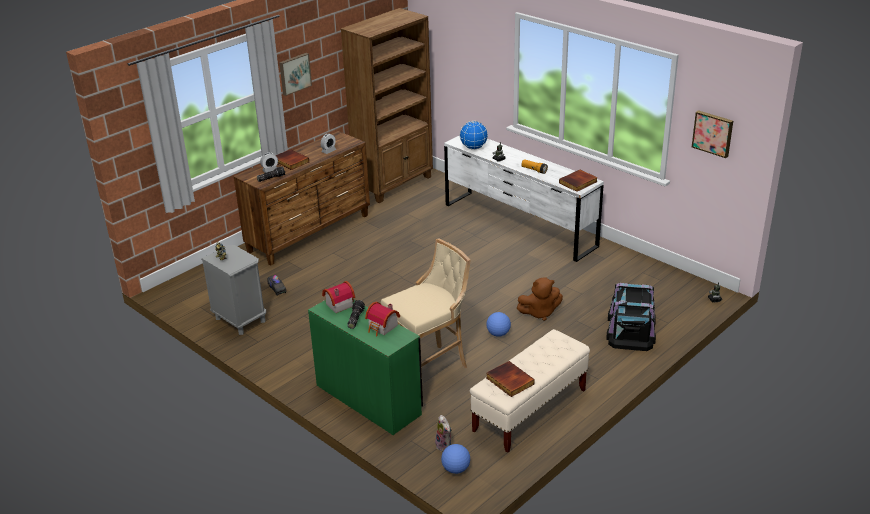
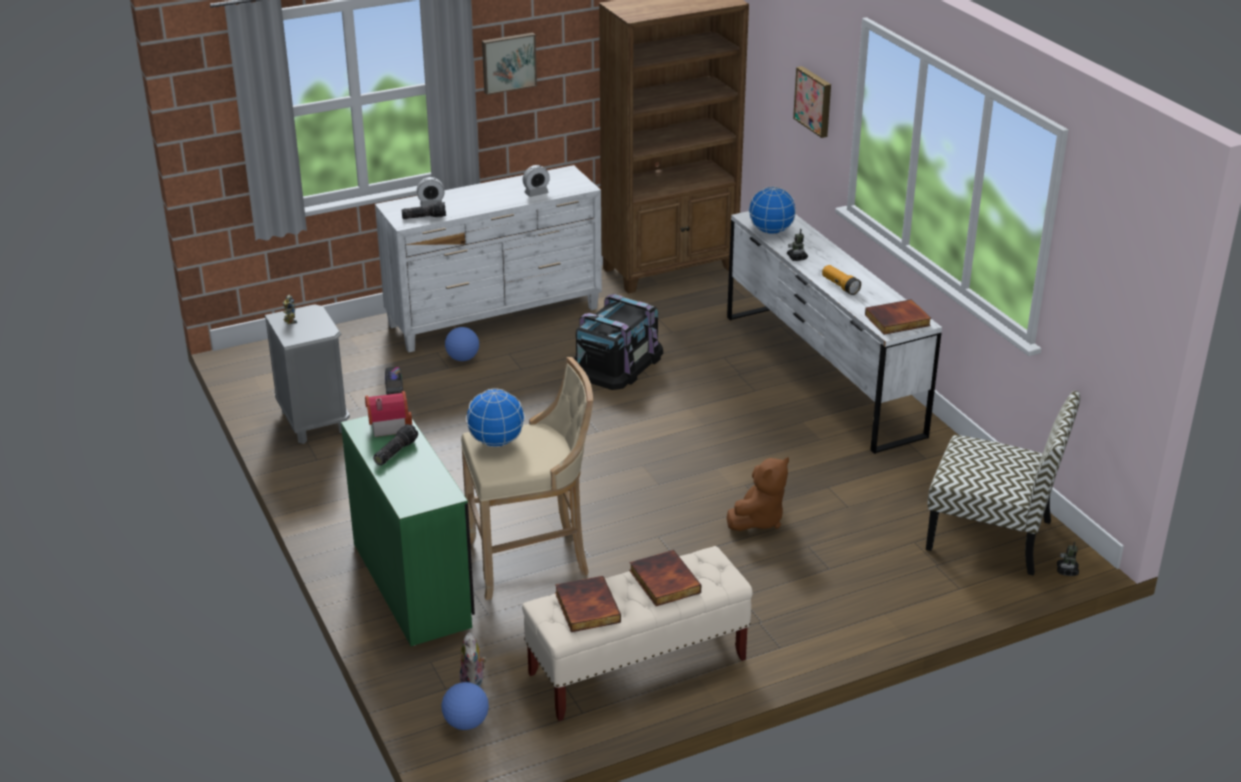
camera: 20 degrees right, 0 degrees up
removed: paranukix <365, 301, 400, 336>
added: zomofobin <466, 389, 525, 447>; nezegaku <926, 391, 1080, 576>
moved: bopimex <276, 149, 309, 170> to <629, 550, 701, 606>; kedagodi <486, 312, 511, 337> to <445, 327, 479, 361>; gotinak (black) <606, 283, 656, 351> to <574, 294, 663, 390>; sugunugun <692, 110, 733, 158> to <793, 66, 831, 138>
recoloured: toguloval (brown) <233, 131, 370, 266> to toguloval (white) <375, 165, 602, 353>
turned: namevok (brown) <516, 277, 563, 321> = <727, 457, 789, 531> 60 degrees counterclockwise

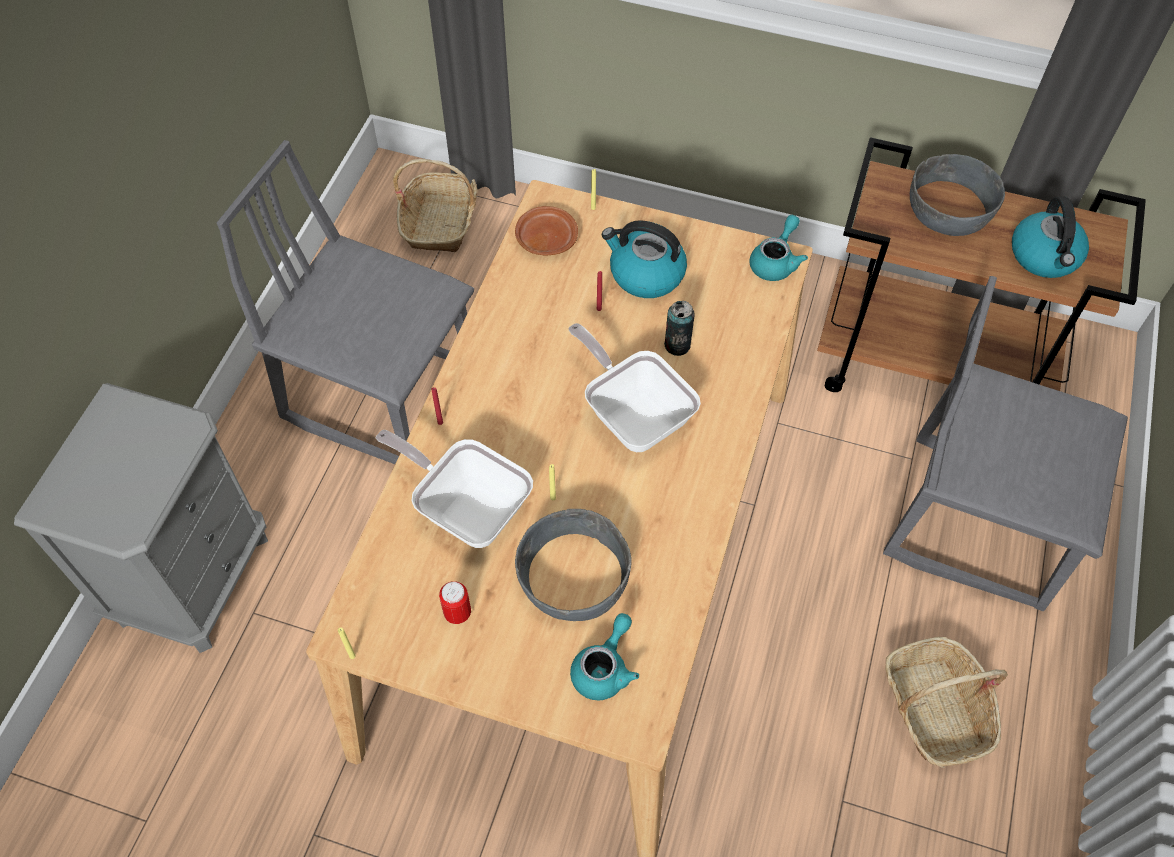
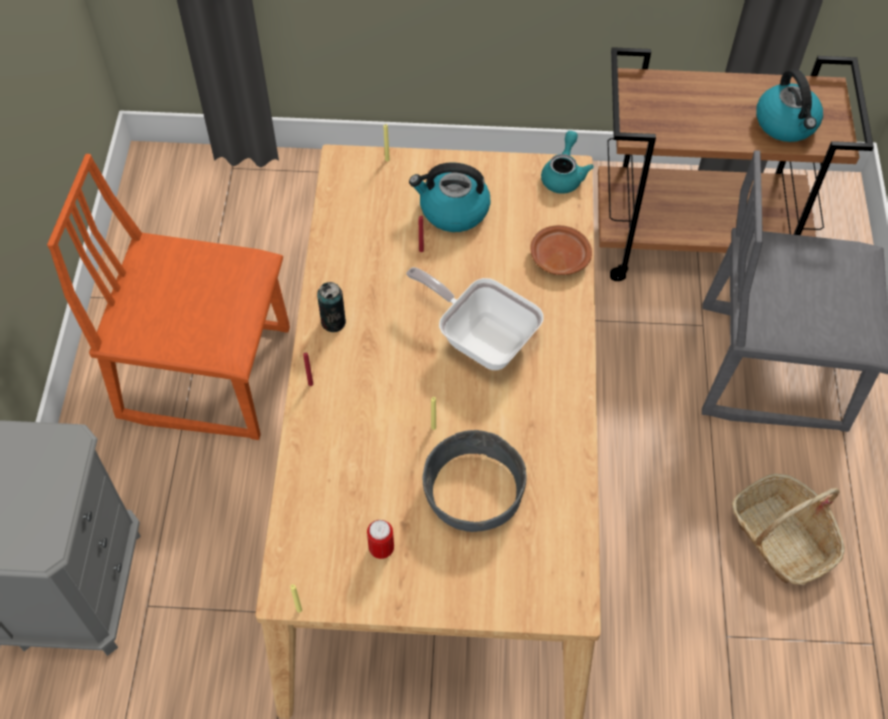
camera: 15 degrees left, 0 degrees up
removed: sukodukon <376, 430, 533, 548>; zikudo <393, 159, 478, 252>; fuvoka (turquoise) <570, 613, 639, 700>; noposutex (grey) <910, 154, 1005, 236>
moved: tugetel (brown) <515, 206, 578, 255> to <531, 225, 592, 275>; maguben <664, 301, 695, 356> to <317, 282, 346, 332>
recoloured: nezegaku (grey) <217, 140, 474, 464> to nezegaku (orange) <47, 154, 290, 440>

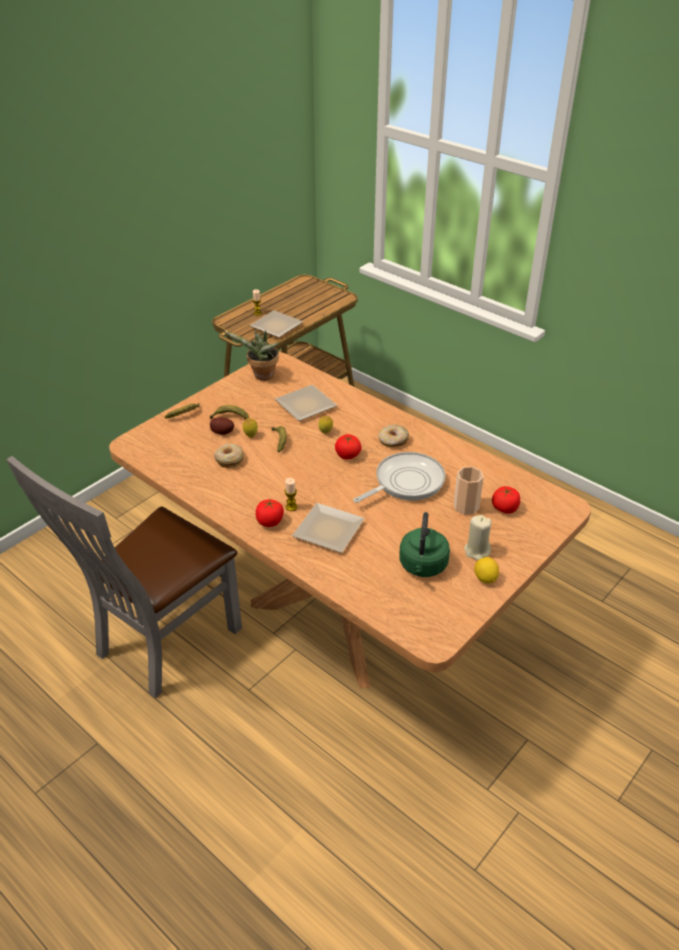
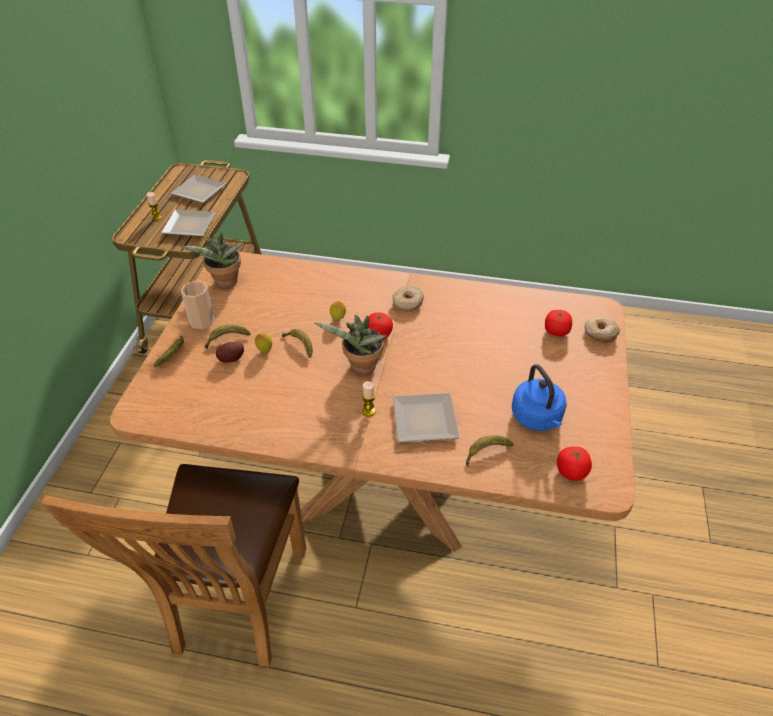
camera: 30 degrees left, 5 degrees up
removed: sukodukon <353, 452, 445, 503>; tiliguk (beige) <464, 515, 491, 561>; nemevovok <474, 557, 499, 584>
added: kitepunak <314, 315, 387, 374>; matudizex <466, 435, 513, 466>
moved: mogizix <214, 444, 244, 468> to <584, 316, 620, 344>; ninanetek <256, 499, 284, 527> to <557, 447, 592, 481>; tugetel <275, 385, 337, 421> to <170, 175, 227, 203>; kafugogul <454, 466, 484, 515> to <181, 281, 215, 329>
recoloured: nezegaku (grey) <6, 456, 242, 698> to nezegaku (brown) <41, 464, 306, 667>; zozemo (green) <399, 512, 450, 577> to zozemo (blue) <512, 364, 567, 431>

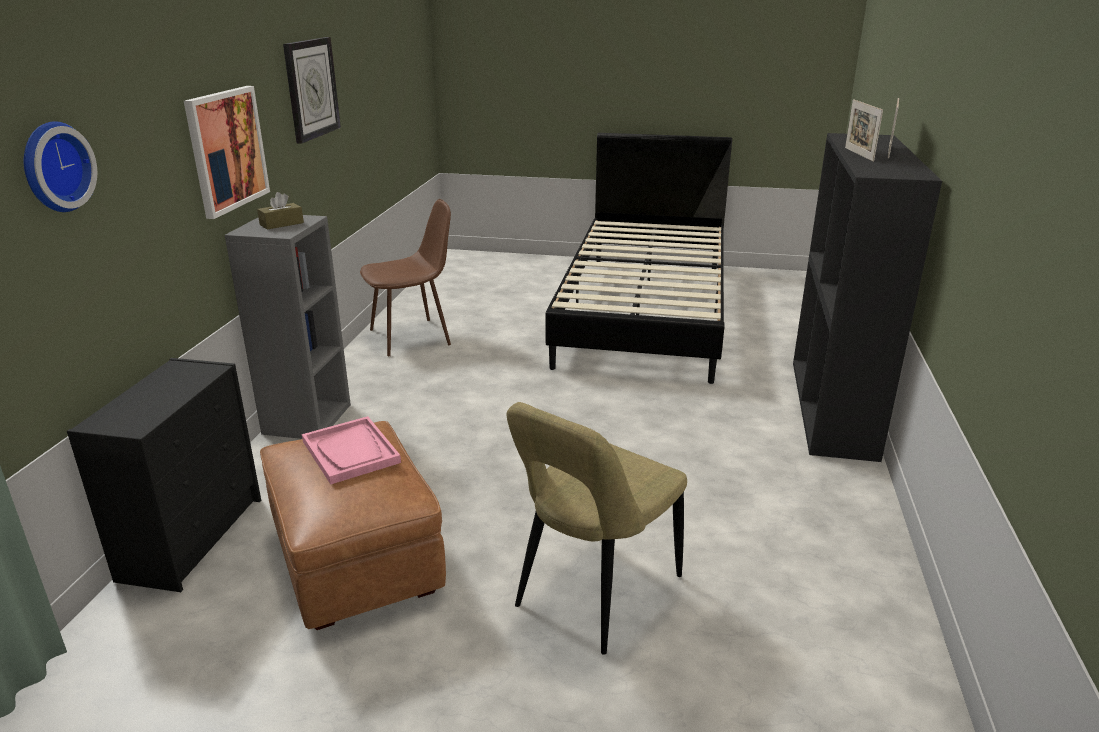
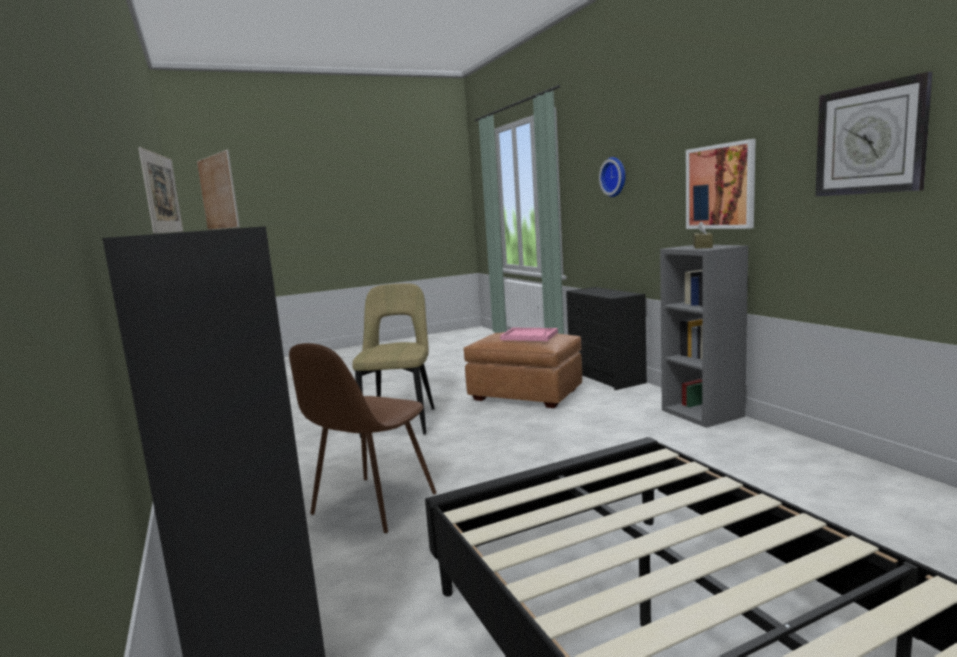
camera: 145 degrees right, 15 degrees down
moved: nezegaku (brown) <360, 199, 451, 356> to <289, 343, 436, 533>

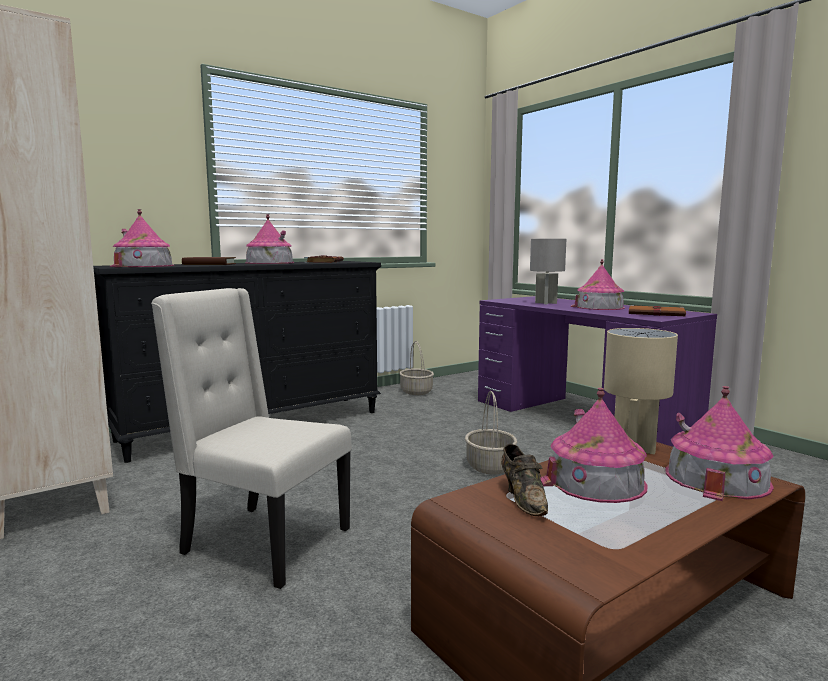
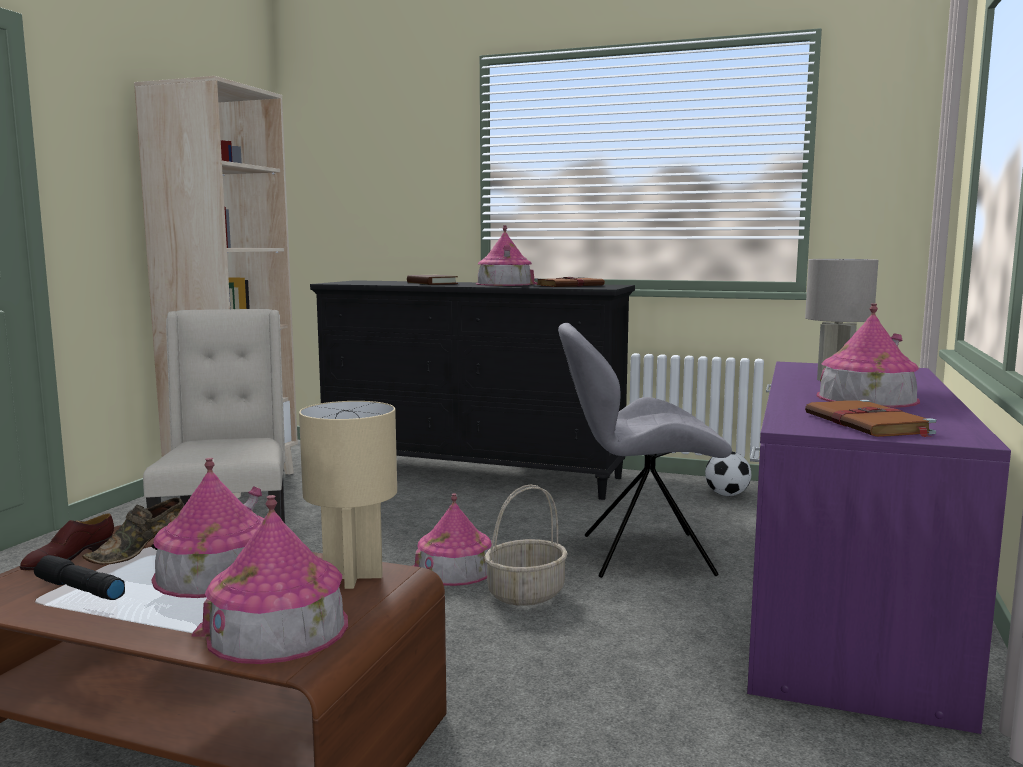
camera: 55 degrees right, 0 degrees up
added: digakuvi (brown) <19, 513, 114, 570>; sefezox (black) <34, 555, 125, 600>; nezegaku (grey) <558, 323, 732, 578>
moved: paranukix <110, 209, 174, 267> to <413, 493, 491, 586>
replaced: zikudo <399, 341, 434, 395> to kedagodi <705, 451, 751, 496>

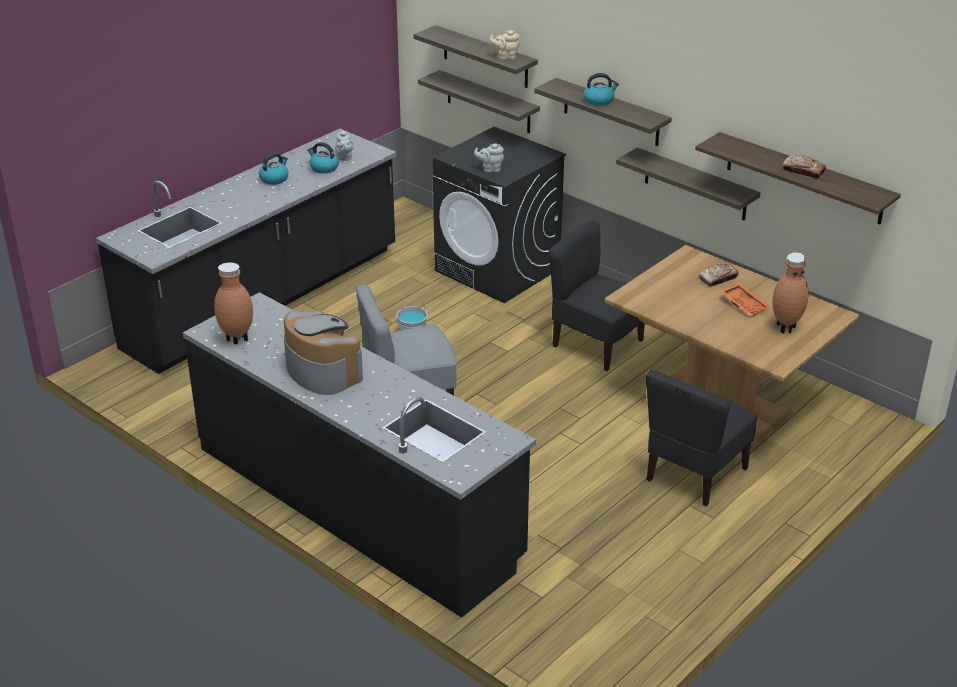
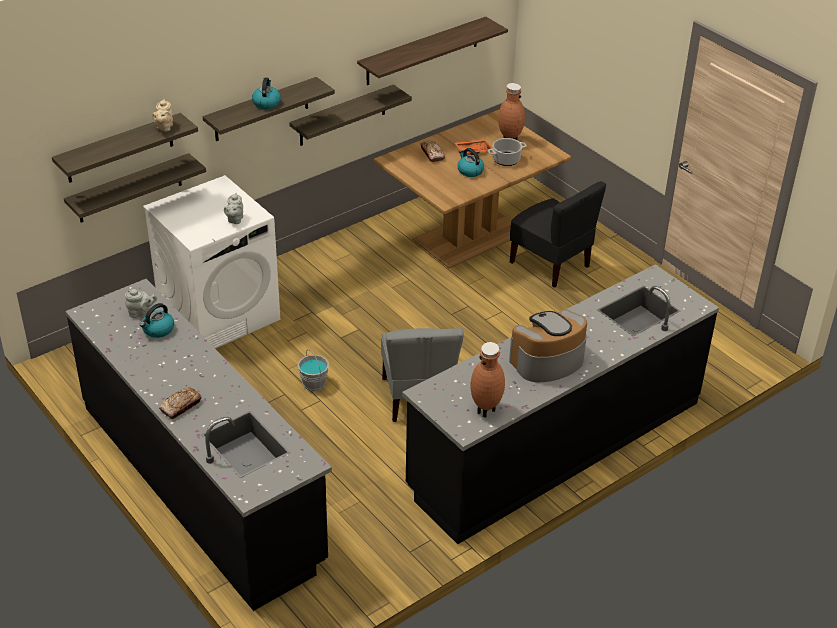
camera: 80 degrees left, 5 degrees up
removed: nezegaku (black) <549, 220, 645, 371>
added: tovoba <488, 138, 527, 166>
moved: zozemo <259, 153, 289, 185> to <457, 148, 484, 177>; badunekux <782, 155, 826, 179> to <159, 387, 202, 419>
recoloured: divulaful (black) <432, 127, 566, 303> to divulaful (white) <143, 175, 280, 349>

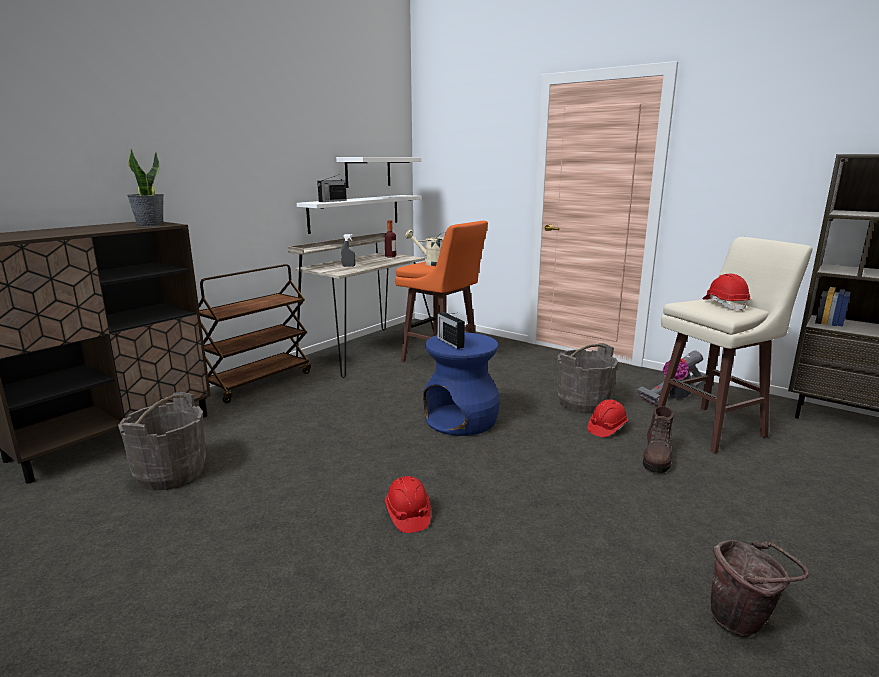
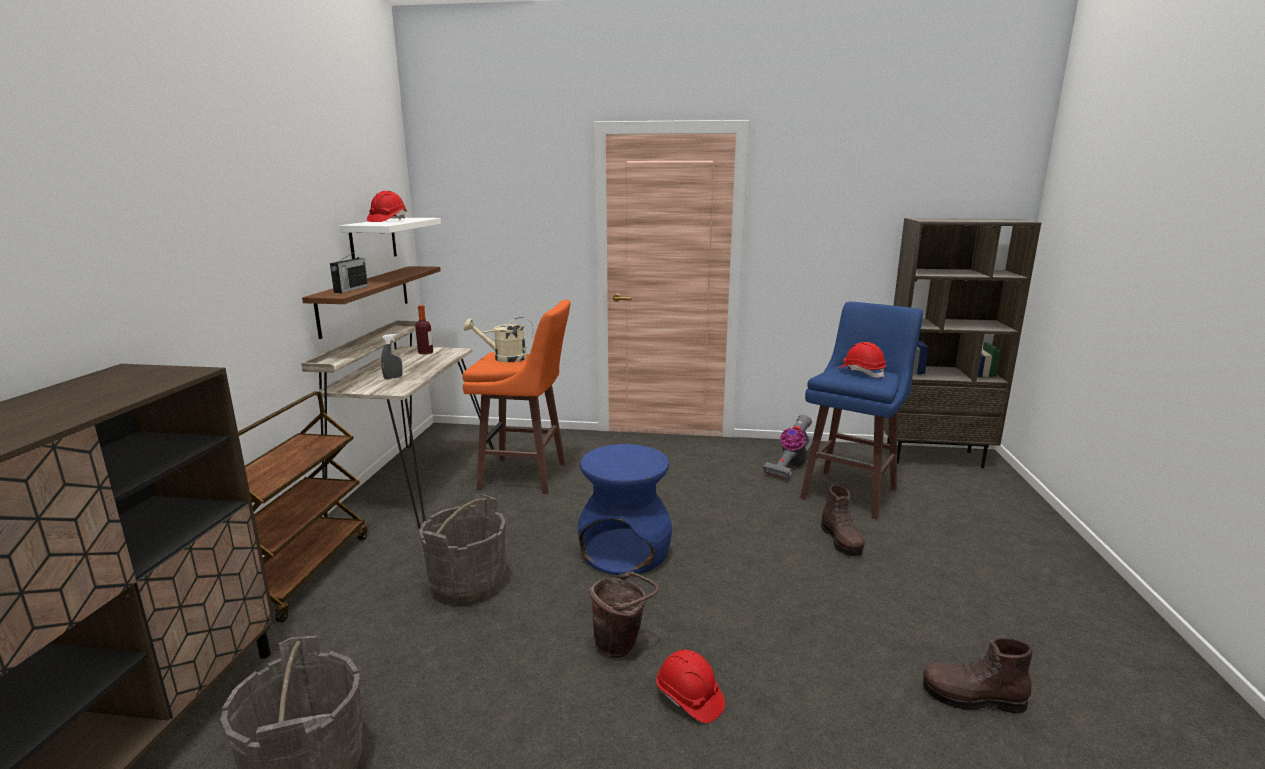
camera: 30 degrees left, 0 degrees up
removed: kitepunak <127, 149, 164, 227>; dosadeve <437, 312, 465, 349>
added: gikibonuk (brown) <923, 638, 1032, 713>
moved: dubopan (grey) <557, 343, 618, 413> to <419, 494, 506, 605>; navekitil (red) <587, 399, 628, 437> to <367, 191, 407, 222>; dubopan (brown) <711, 540, 809, 637> to <589, 572, 659, 658>
recoloured: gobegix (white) <297, 195, 422, 234> to gobegix (brown) <302, 266, 441, 339>; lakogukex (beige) <657, 237, 813, 454> to lakogukex (blue) <800, 302, 923, 519>

